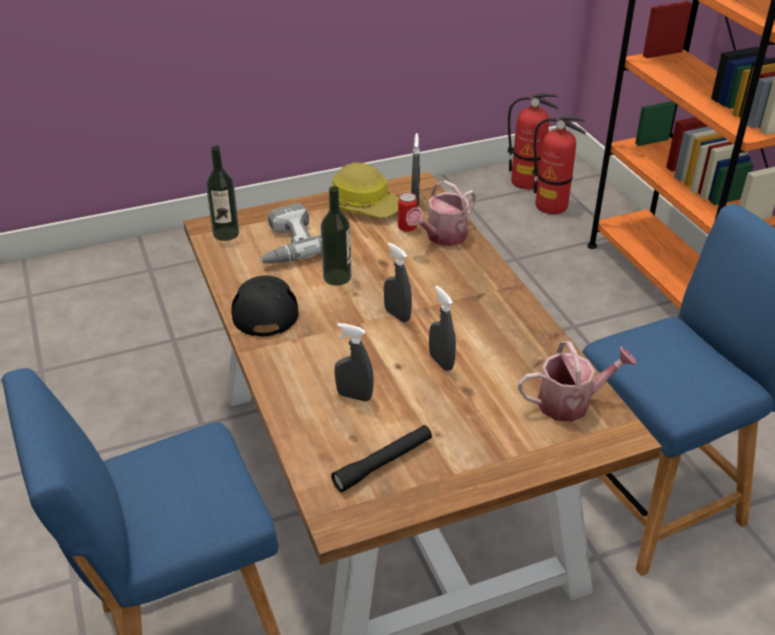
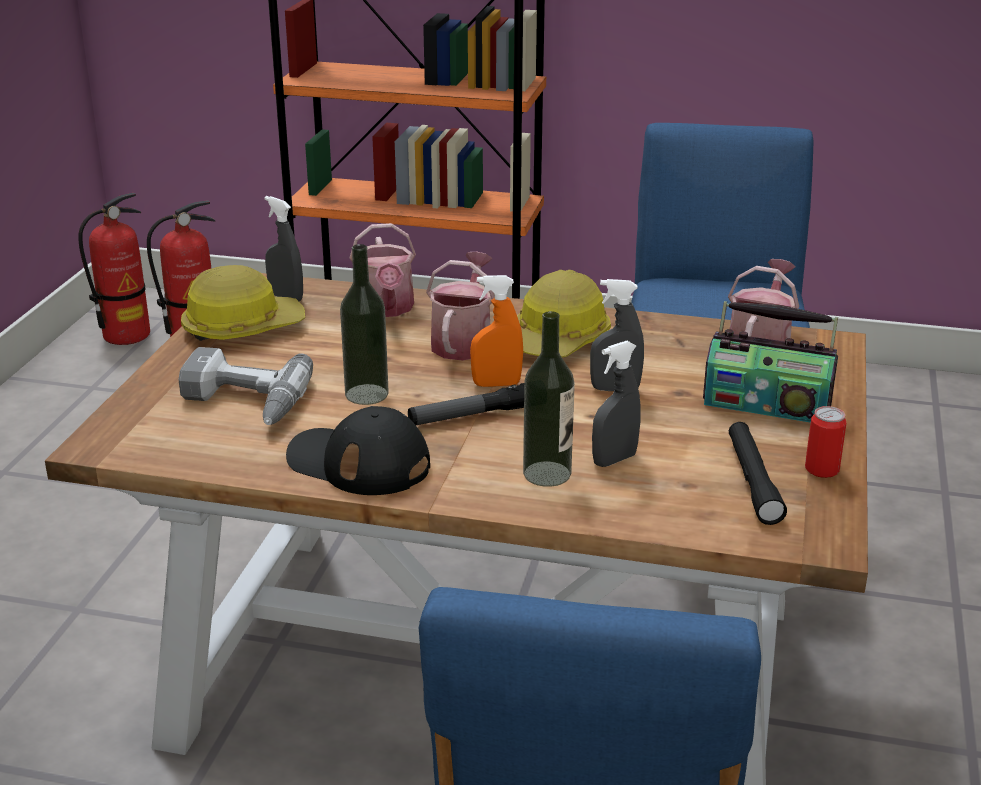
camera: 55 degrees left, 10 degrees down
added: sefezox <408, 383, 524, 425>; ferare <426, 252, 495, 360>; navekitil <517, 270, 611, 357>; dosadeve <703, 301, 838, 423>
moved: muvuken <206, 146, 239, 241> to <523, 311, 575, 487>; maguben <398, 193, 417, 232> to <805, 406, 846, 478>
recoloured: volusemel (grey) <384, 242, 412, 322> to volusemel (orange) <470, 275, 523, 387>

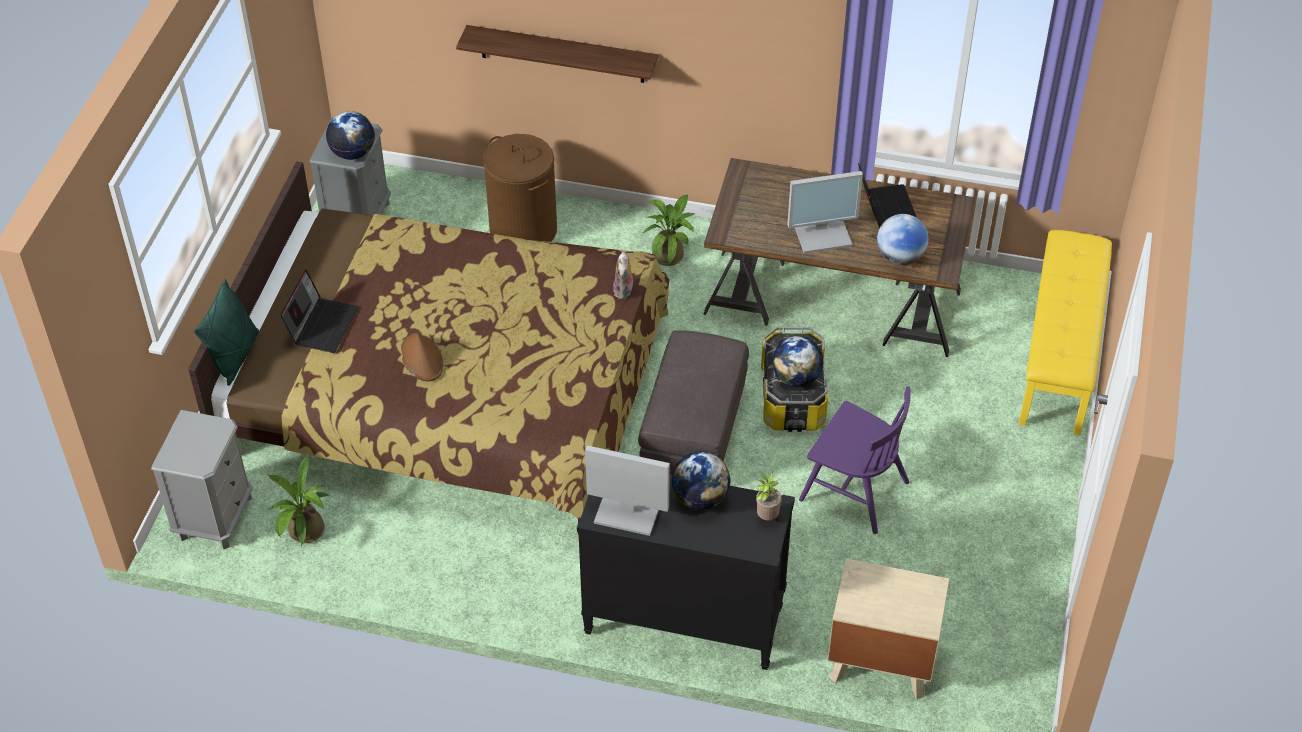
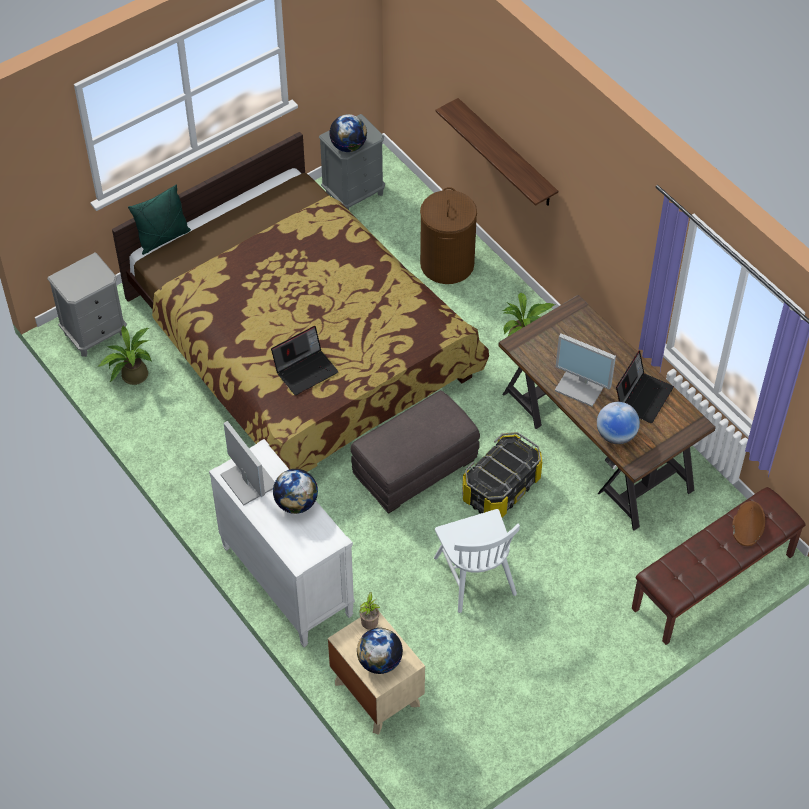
camera: 40 degrees right, 5 degrees up
removed: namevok <613, 252, 636, 299>
moved: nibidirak <280, 269, 358, 353> to <271, 326, 338, 395>; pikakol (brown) <401, 333, 443, 381> to <732, 501, 765, 546>; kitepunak <756, 471, 782, 520> to <359, 592, 380, 629>; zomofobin <772, 336, 823, 387> to <357, 628, 403, 674>
recoloured: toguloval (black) <577, 474, 795, 670> to toguloval (white) <209, 439, 355, 647>; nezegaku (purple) <799, 386, 911, 534> to nezegaku (white) <434, 509, 520, 613>; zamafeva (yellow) <1019, 230, 1112, 436> to zamafeva (brown) <632, 487, 805, 645>

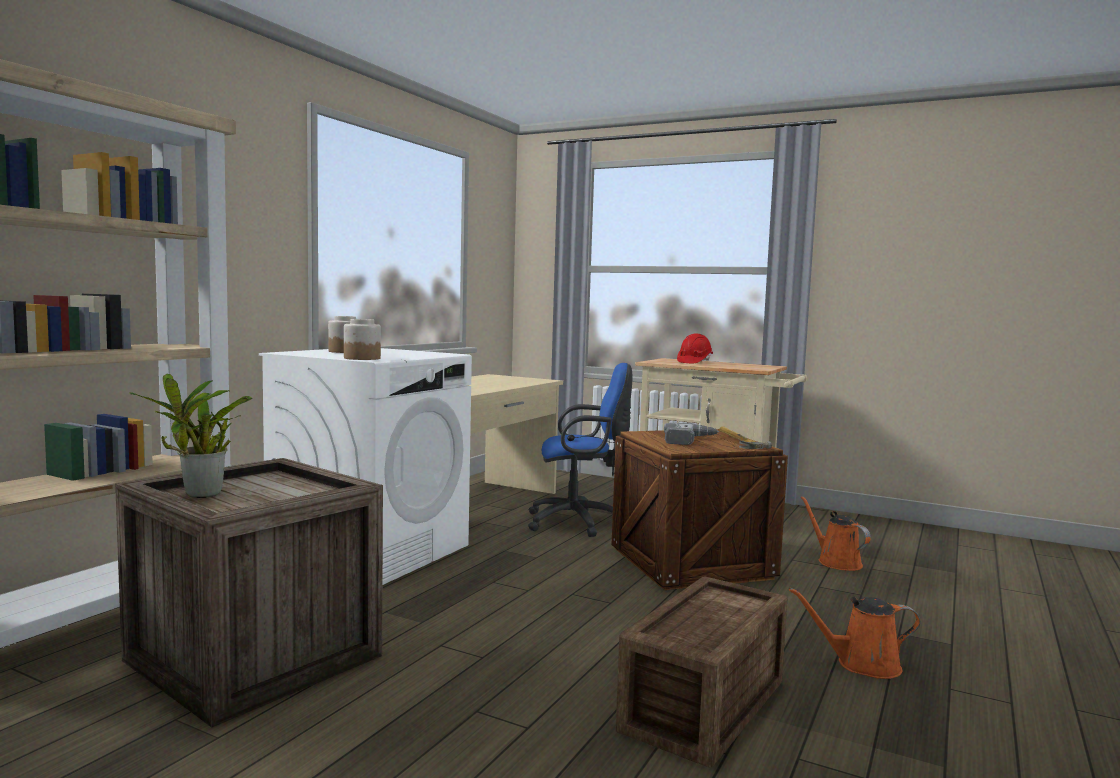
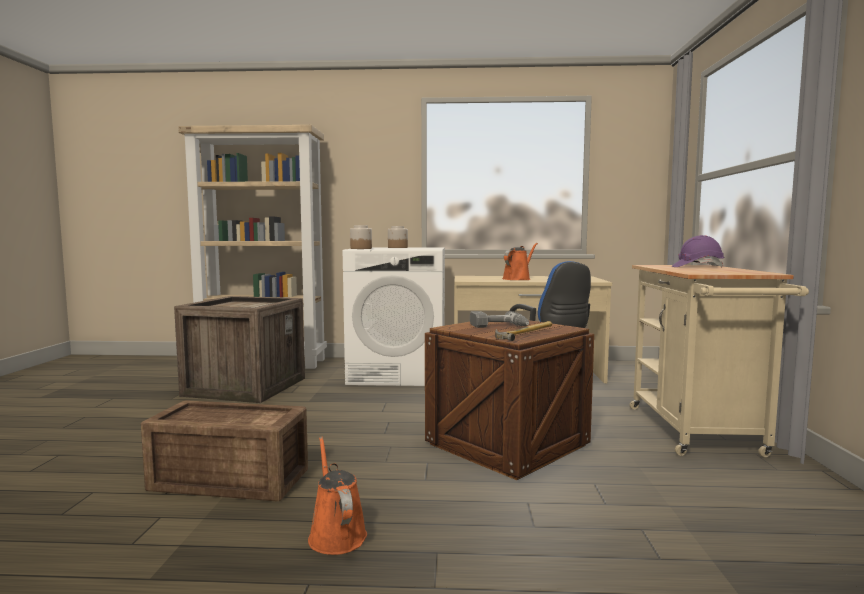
camera: 65 degrees right, 0 degrees up
removed: kitepunak <129, 374, 252, 498>
moved: ferare (orange) <801, 496, 871, 571> to <502, 243, 538, 280>
recoloured: navekitil (red) <677, 334, 713, 363> to navekitil (purple) <672, 235, 724, 267>

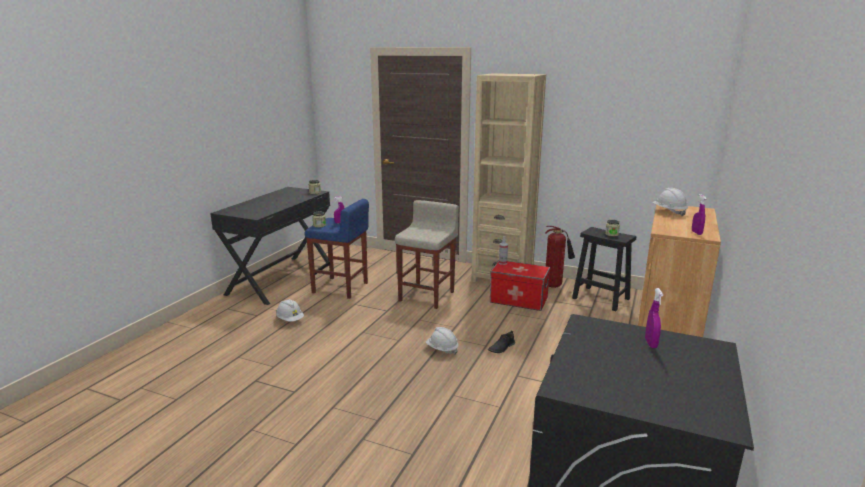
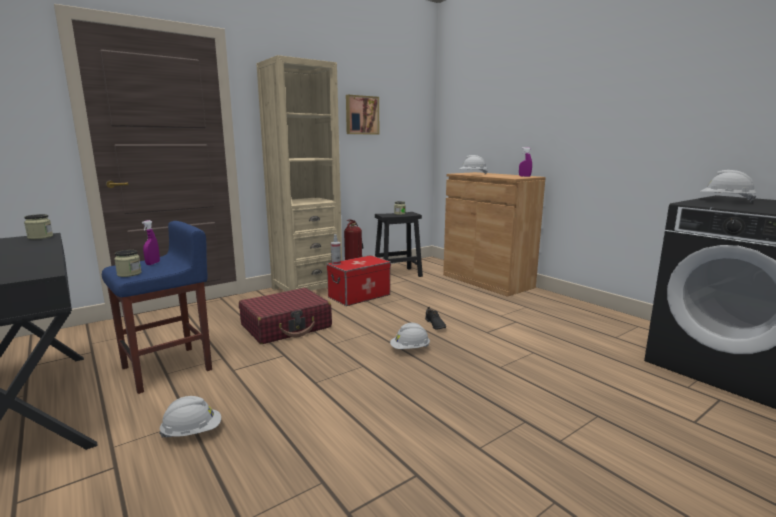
camera: 60 degrees left, 5 degrees down
added: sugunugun <346, 95, 379, 135>
replaced: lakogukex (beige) <395, 200, 459, 309> to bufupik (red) <239, 288, 332, 344>; volusemel (purple) <645, 288, 663, 348> to navekitil (white) <700, 170, 757, 202>

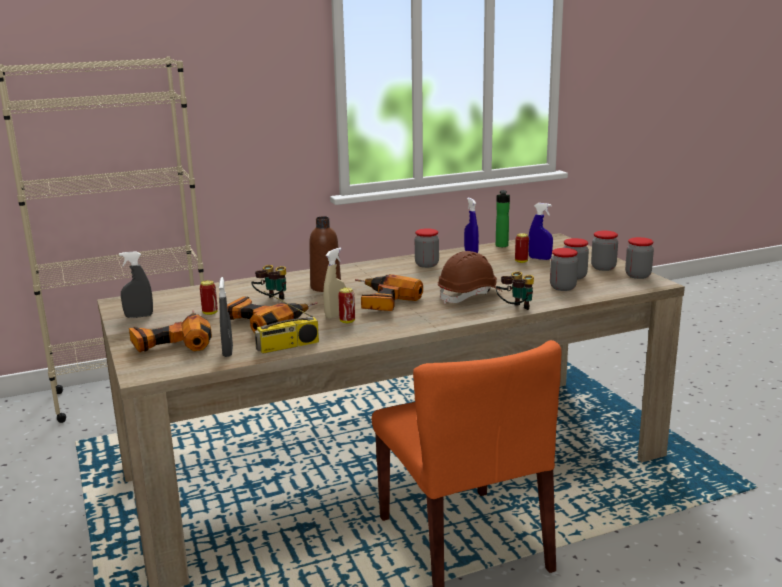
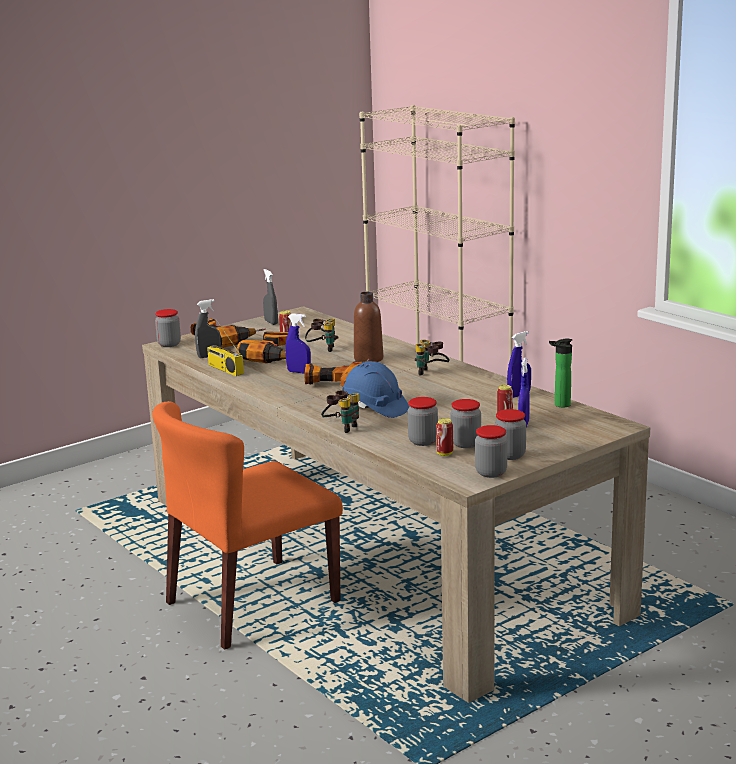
camera: 75 degrees right, 0 degrees up
added: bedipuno <415, 340, 450, 376>
moved: maguben <338, 288, 355, 323> to <436, 418, 453, 456>; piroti <415, 228, 439, 268> to <155, 309, 181, 347>
recoloured: volusemel (beige) <323, 248, 346, 319> to volusemel (blue) <285, 313, 311, 373>; navekitil (brown) <438, 251, 503, 304> to navekitil (blue) <342, 361, 409, 418>

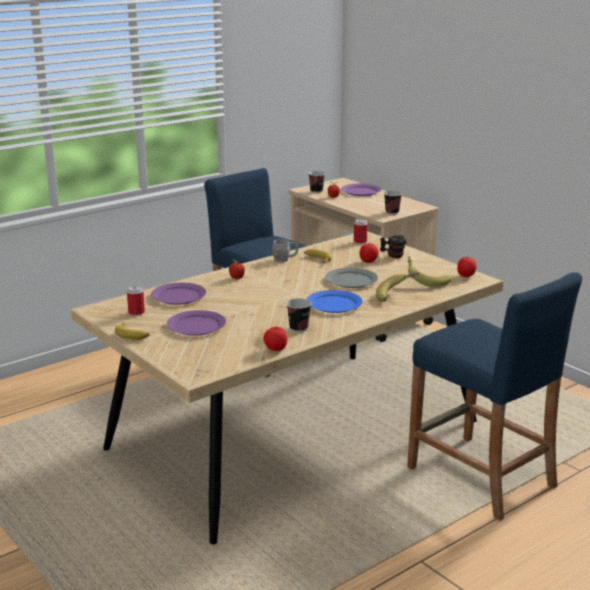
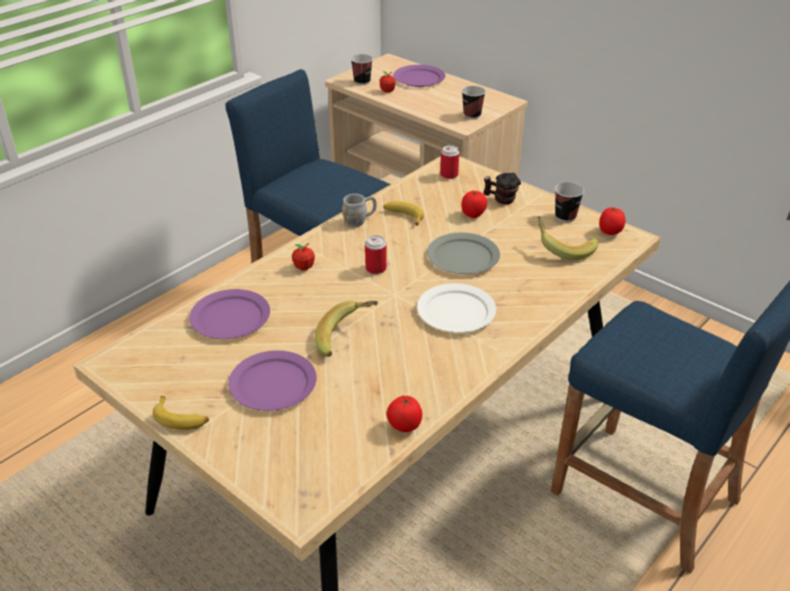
camera: 10 degrees left, 15 degrees up
moved: maguben <127, 285, 145, 315> to <365, 235, 387, 274>; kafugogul <286, 298, 312, 332> to <555, 182, 584, 222>; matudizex <376, 273, 419, 302> to <315, 300, 378, 357>
recoloured: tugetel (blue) <307, 290, 362, 313> to tugetel (white) <417, 283, 496, 333>

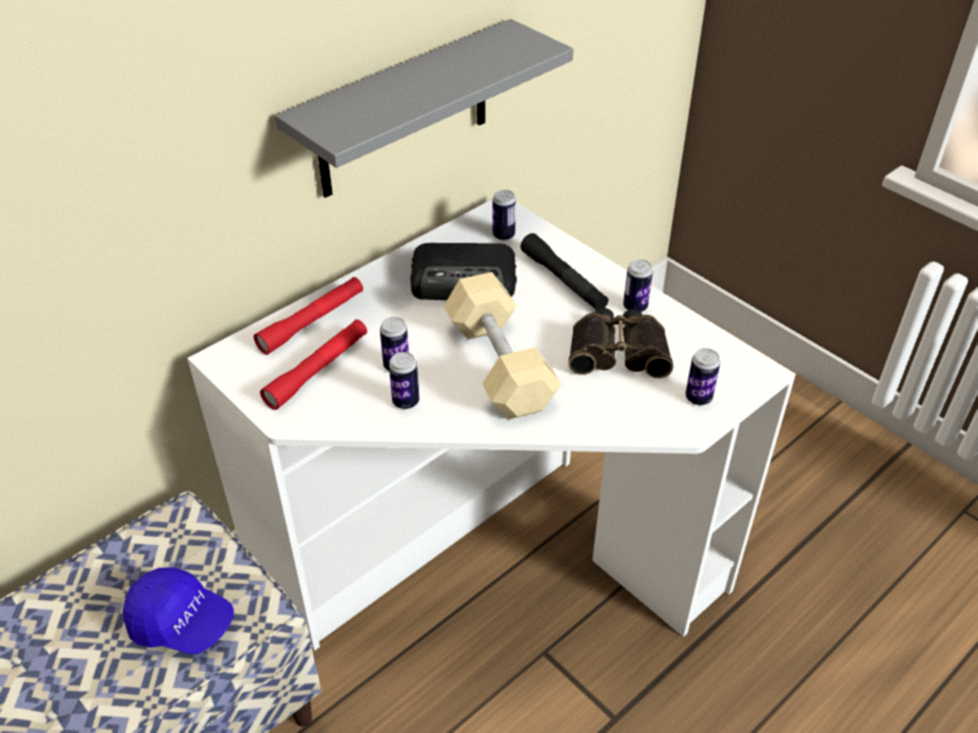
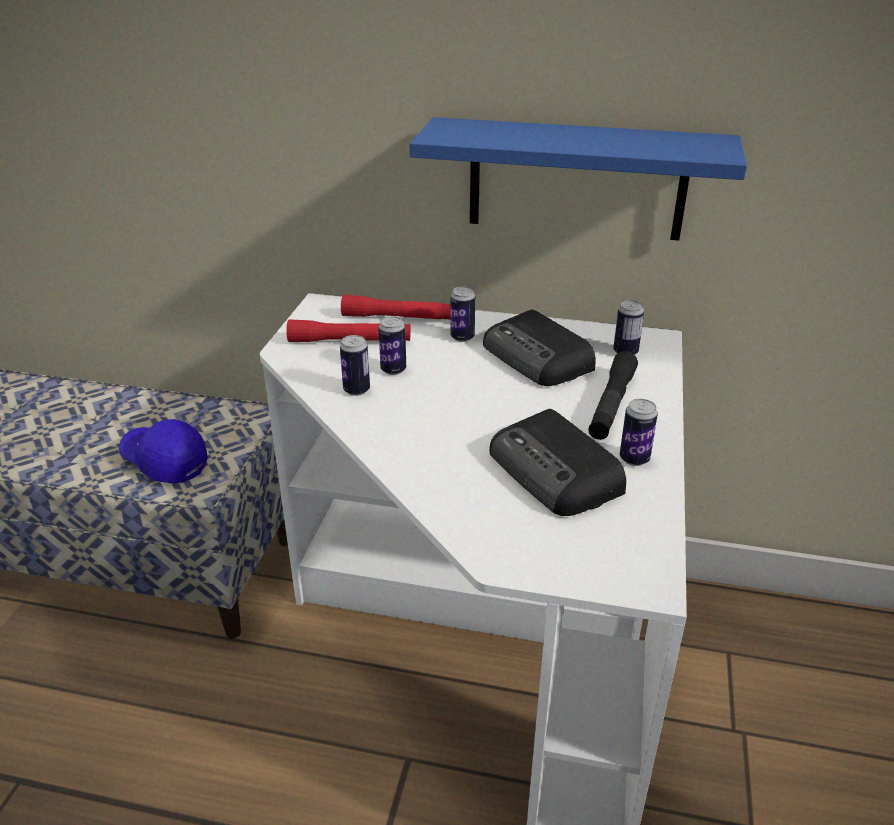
camera: 55 degrees right, 10 degrees down
removed: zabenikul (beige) <444, 272, 561, 420>
moved: maguben <685, 348, 720, 405> to <450, 286, 475, 342>
replaced: bedipuno <569, 308, 673, 378> to dosadeve <489, 409, 626, 516>
recoloured: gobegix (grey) <275, 19, 573, 198> to gobegix (blue) <409, 117, 747, 241>
turned: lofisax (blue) <123, 567, 234, 654> = <119, 419, 208, 483> 135 degrees clockwise

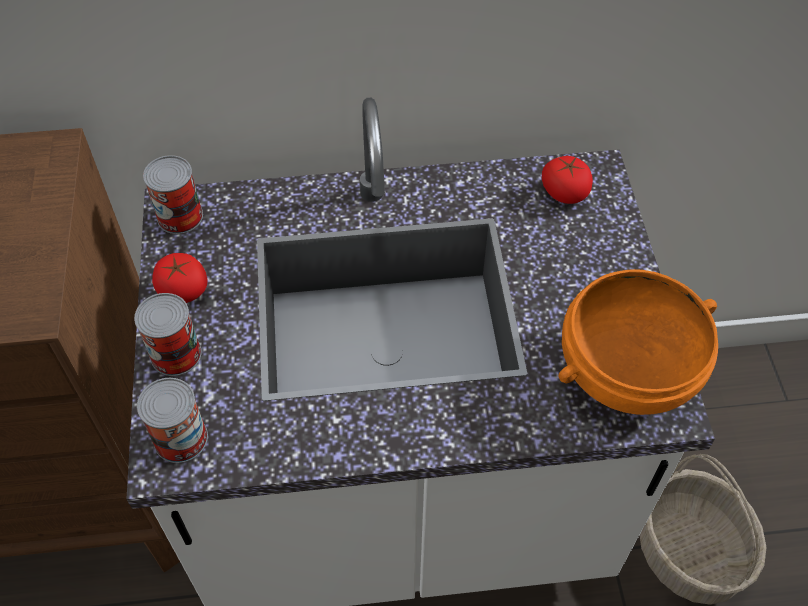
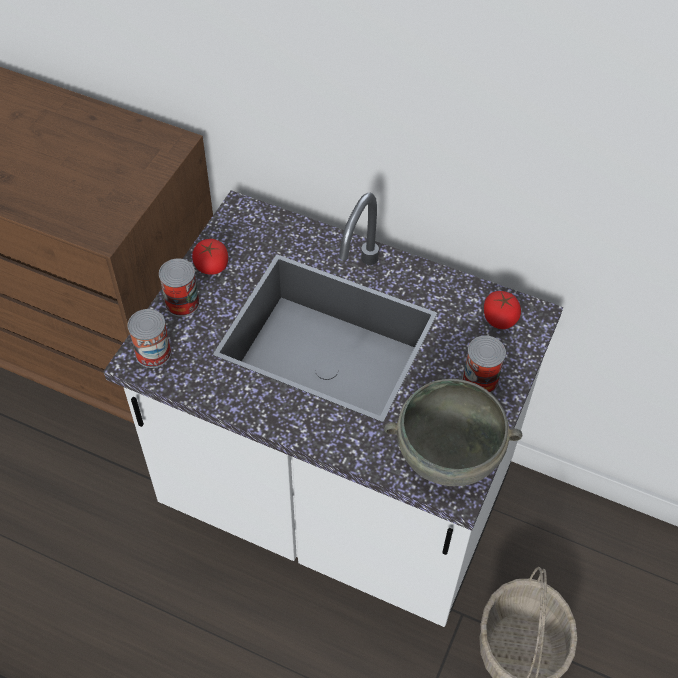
camera: 30 degrees right, 0 degrees up
moved: maguben <143, 155, 203, 234> to <462, 336, 506, 393>
recoloured: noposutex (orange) <558, 269, 718, 415> to noposutex (grey) <384, 379, 522, 486>

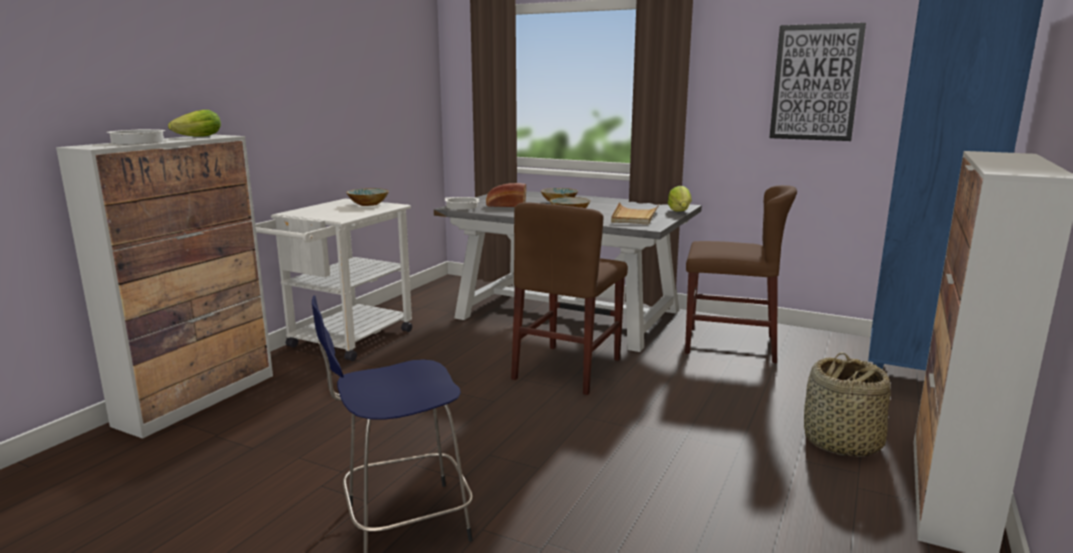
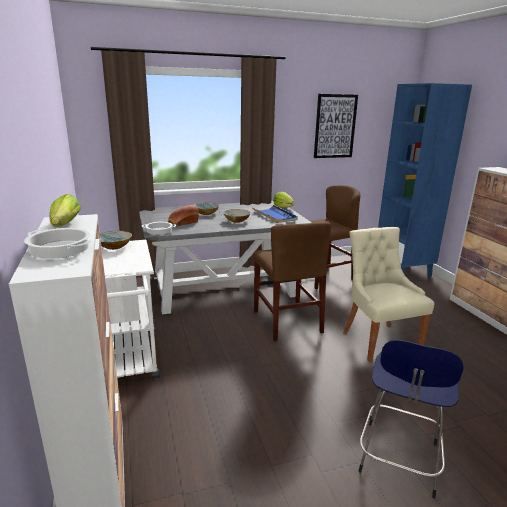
camera: 45 degrees left, 5 degrees up
removed: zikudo <804, 352, 891, 457>
added: nezegaku (beige) <343, 227, 434, 362>
recoloured: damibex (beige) <611, 202, 659, 224> to damibex (blue) <252, 205, 298, 223>

